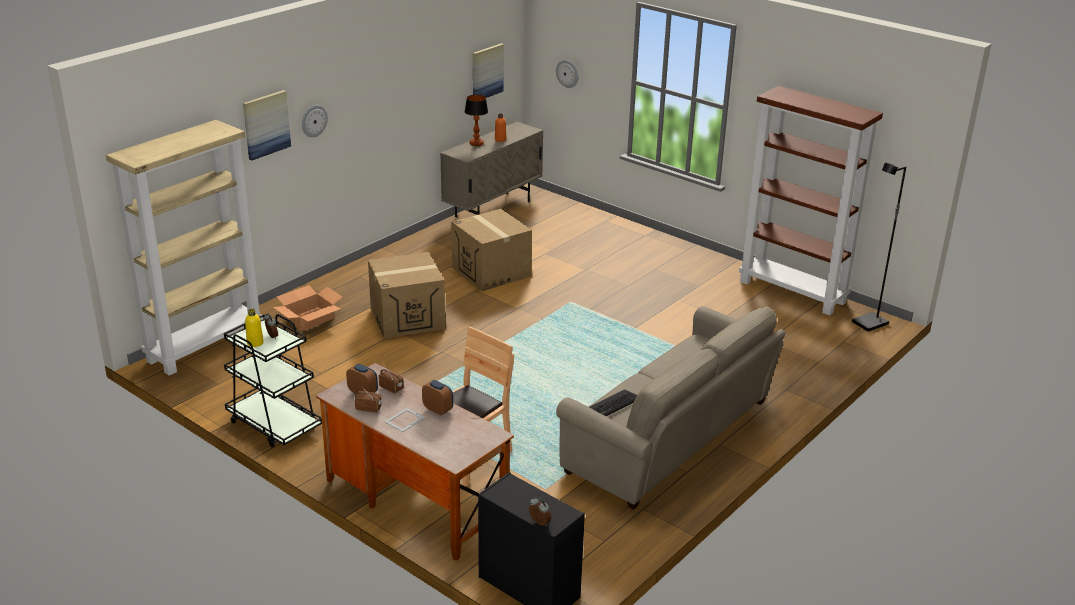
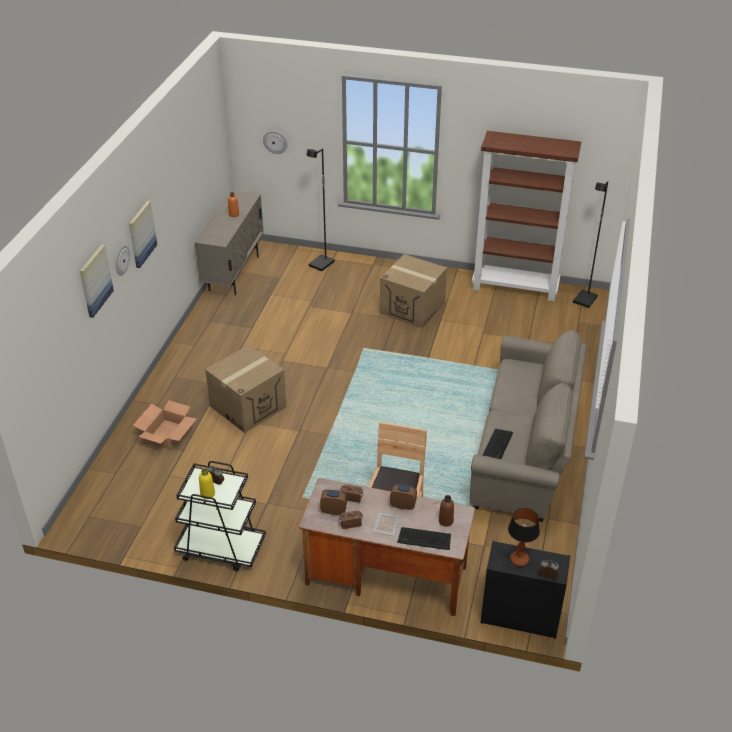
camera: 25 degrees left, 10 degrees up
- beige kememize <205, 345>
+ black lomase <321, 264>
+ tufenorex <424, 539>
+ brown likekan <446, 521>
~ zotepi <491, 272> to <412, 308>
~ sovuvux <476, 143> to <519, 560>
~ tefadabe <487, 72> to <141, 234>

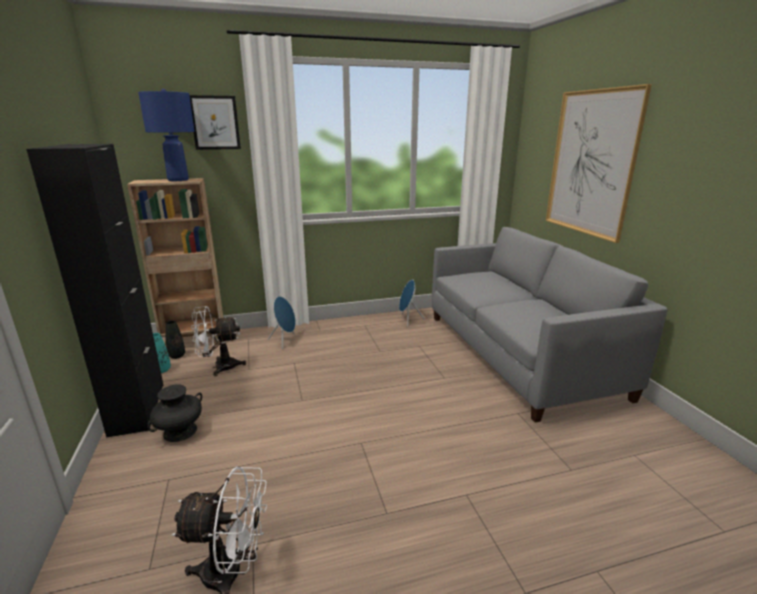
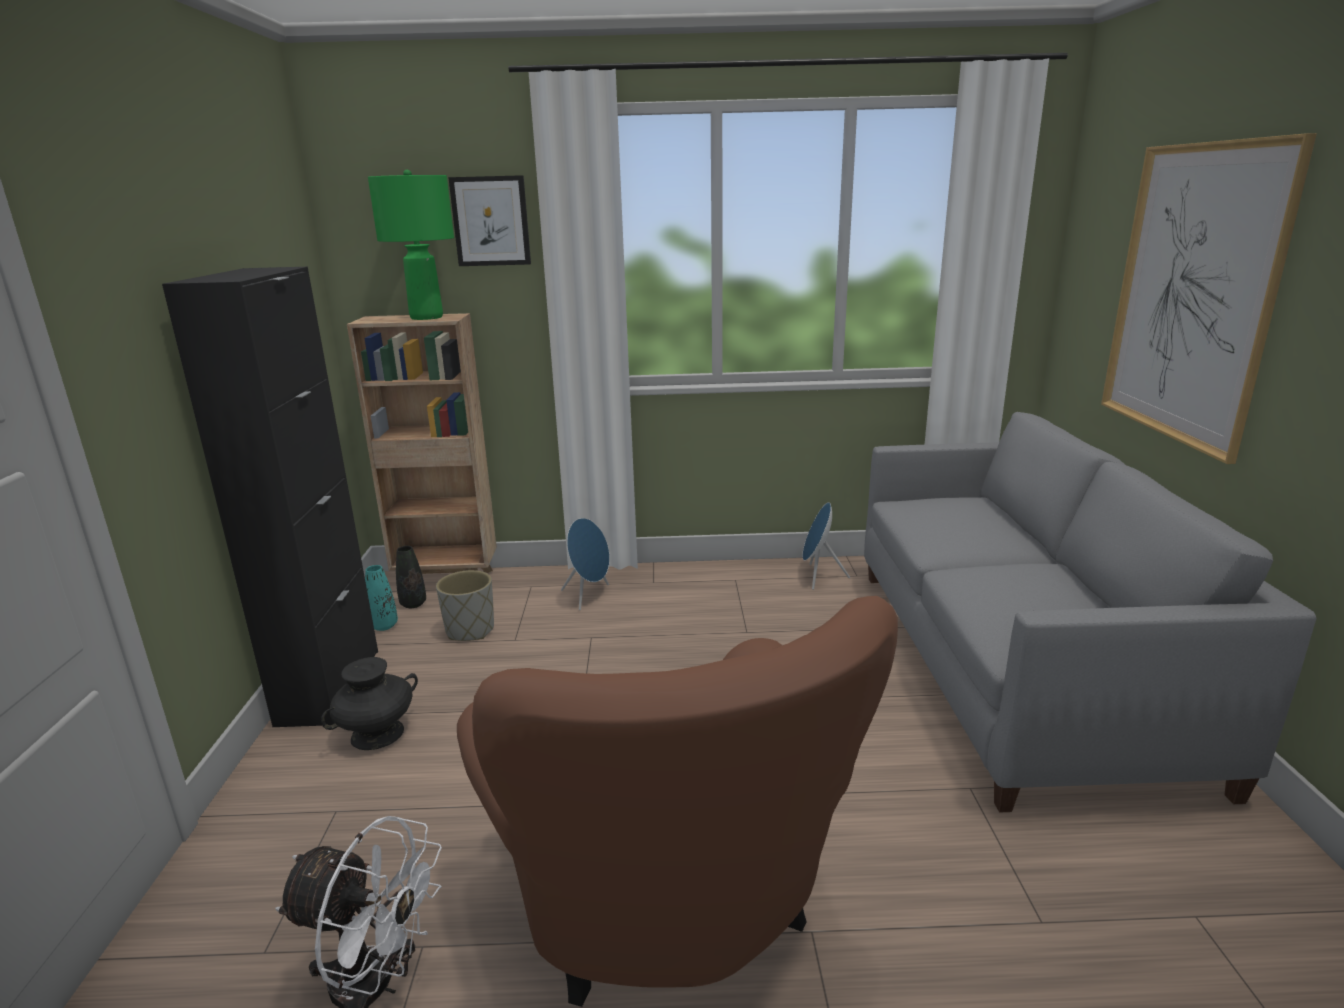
camera: 15 degrees right, 0 degrees up
+ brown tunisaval <669, 906>
~ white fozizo <219, 367> to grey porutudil <470, 631>
~ blue sovuvux <178, 180> to green sovuvux <427, 317>

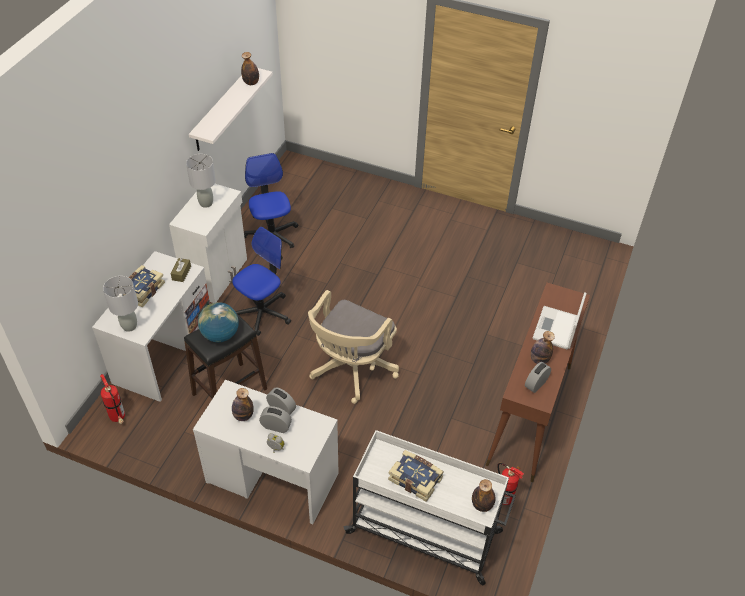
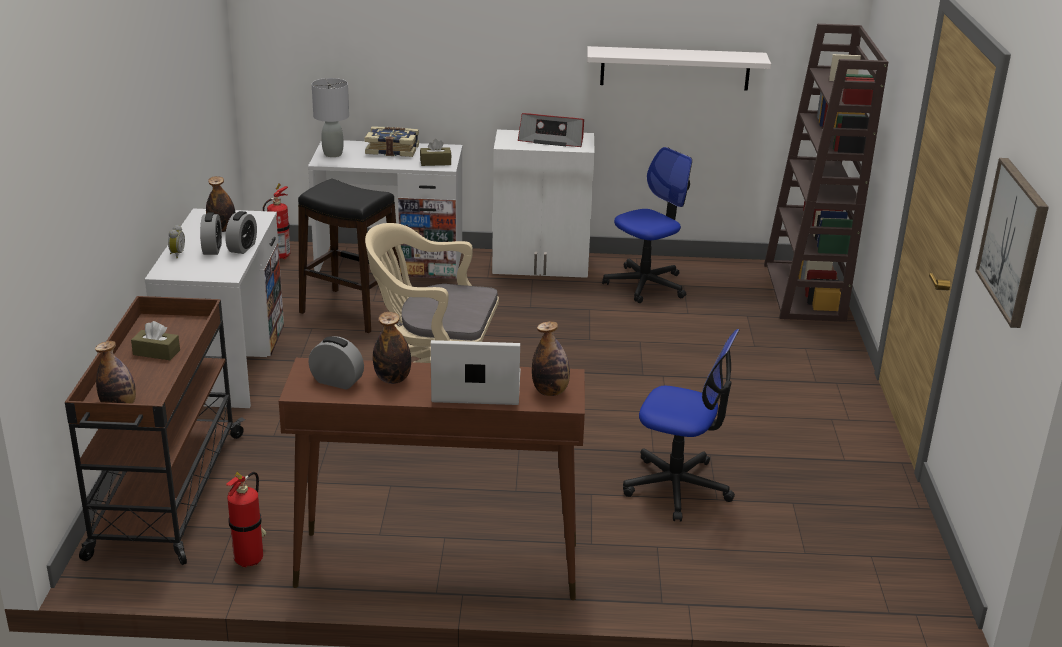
camera: 70 degrees right, 20 degrees down
- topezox <220, 335>
+ brown kememize <805, 292>
+ tefadabe <1014, 241>
~ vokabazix <262, 312> to <677, 487>
~ likekan <251, 83> to <550, 392>
~ grey sovuvux <206, 203> to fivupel <552, 139>
~ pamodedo <416, 478> to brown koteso <156, 352>
~ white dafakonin <425, 533> to brown dafakonin <166, 495>

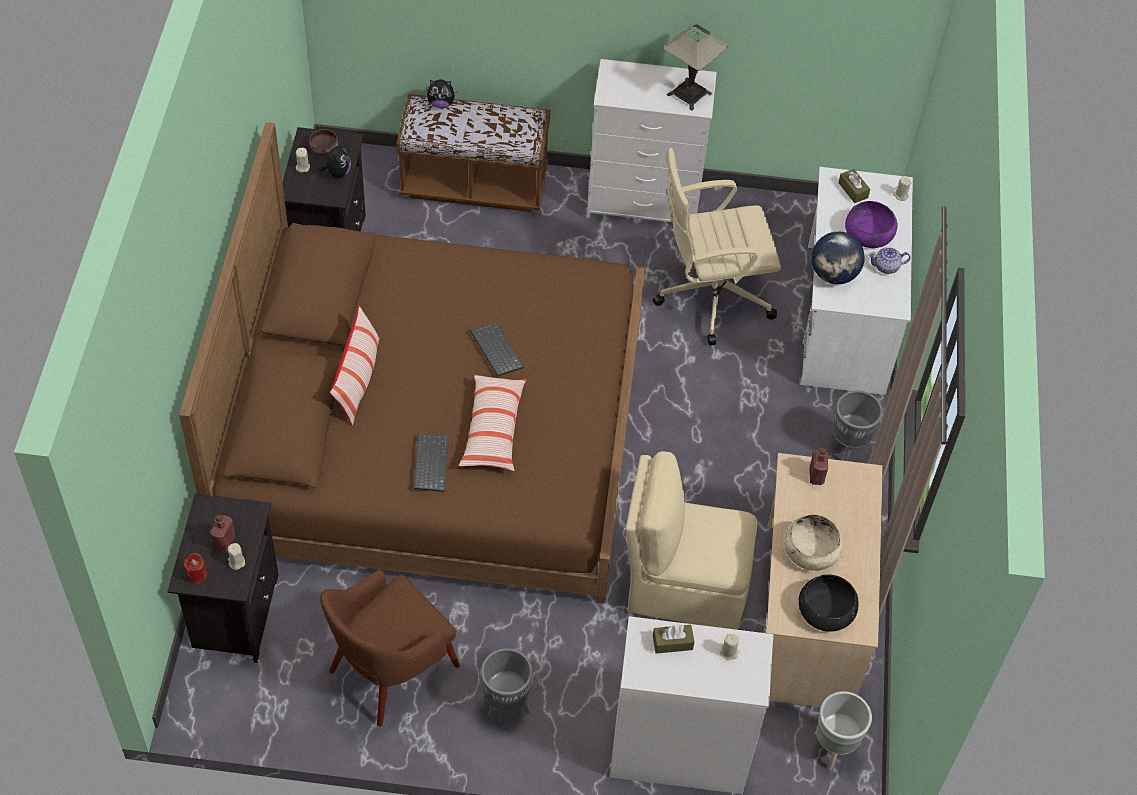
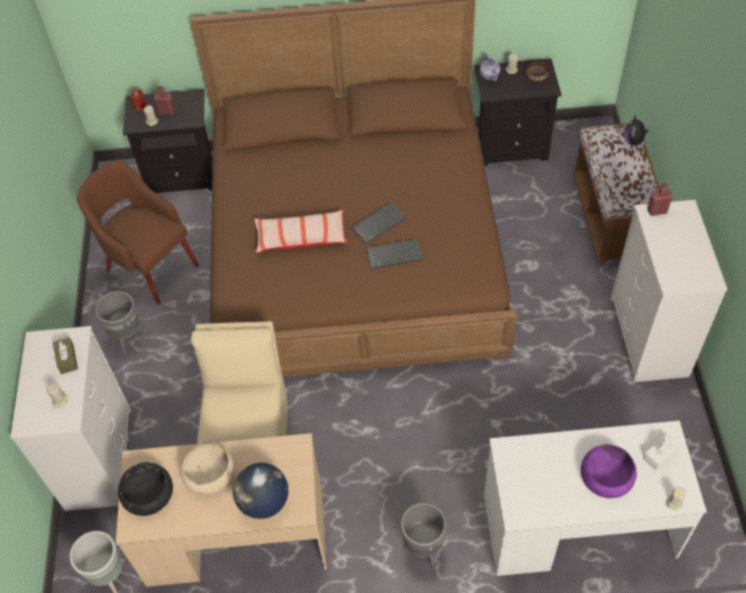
camera: 85 degrees right, 0 degrees up
- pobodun <337, 173>
- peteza <357, 379>
- beige vokabazix <710, 296>
- sovuvux <689, 94>
~ tufenorex <430, 462> to <395, 254>
~ red likekan <816, 476> to <657, 211>
~ topezox <834, 274> to <264, 502>
~ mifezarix <886, 267> to <489, 75>
~ brown koteso <853, 190> to white koteso <660, 455>

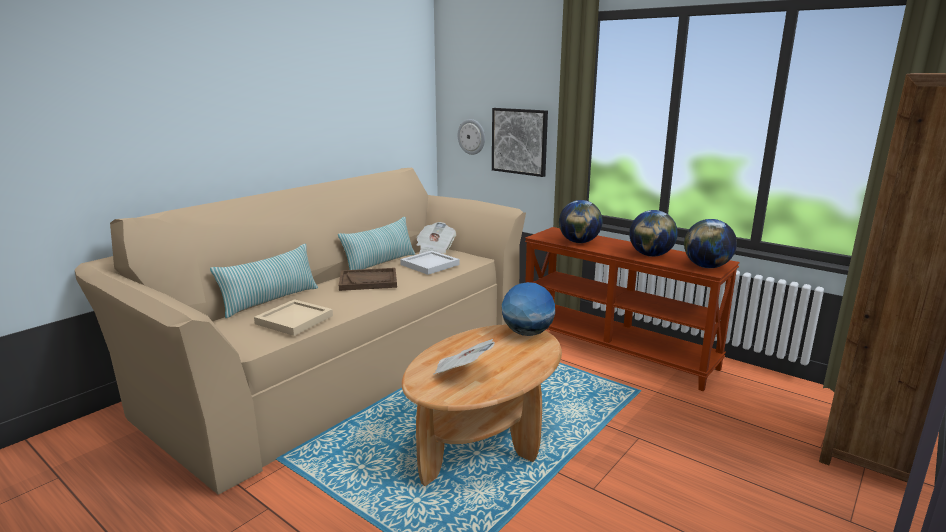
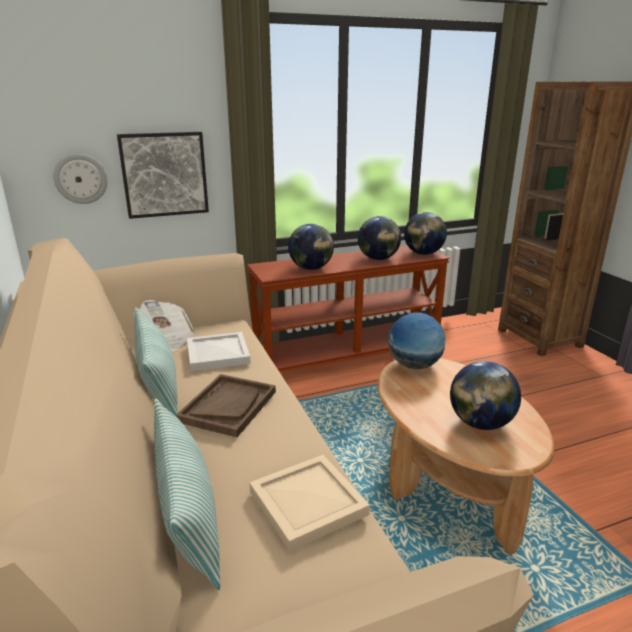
camera: 60 degrees left, 5 degrees up
~ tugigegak <462, 372> to topezox <480, 423>

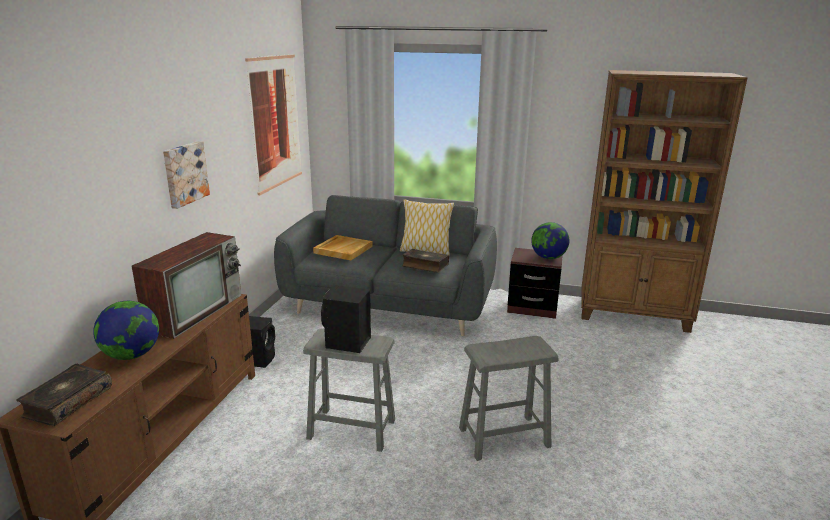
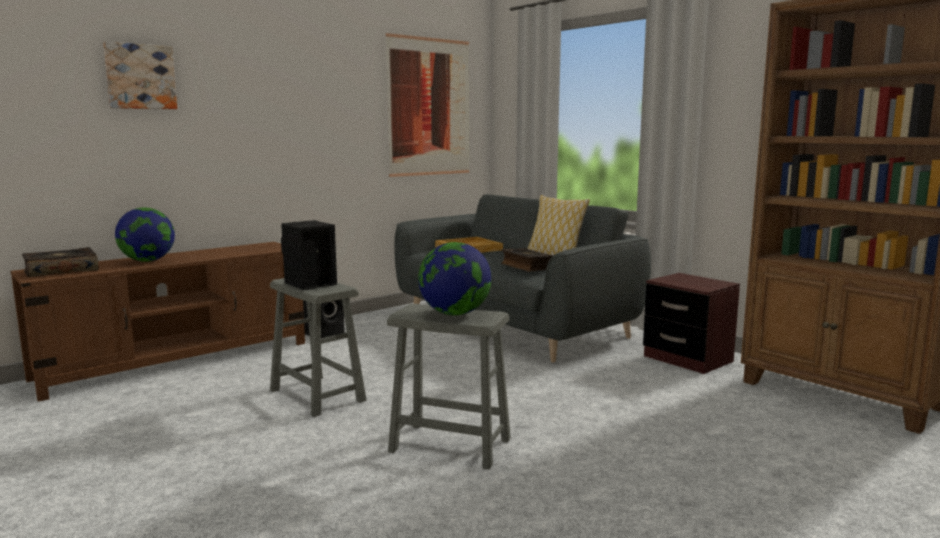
camera: 35 degrees right, 10 degrees down
- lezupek <196, 311>
~ tefadabe <184, 173> to <140, 76>
~ topezox <548, 258> to <455, 313>

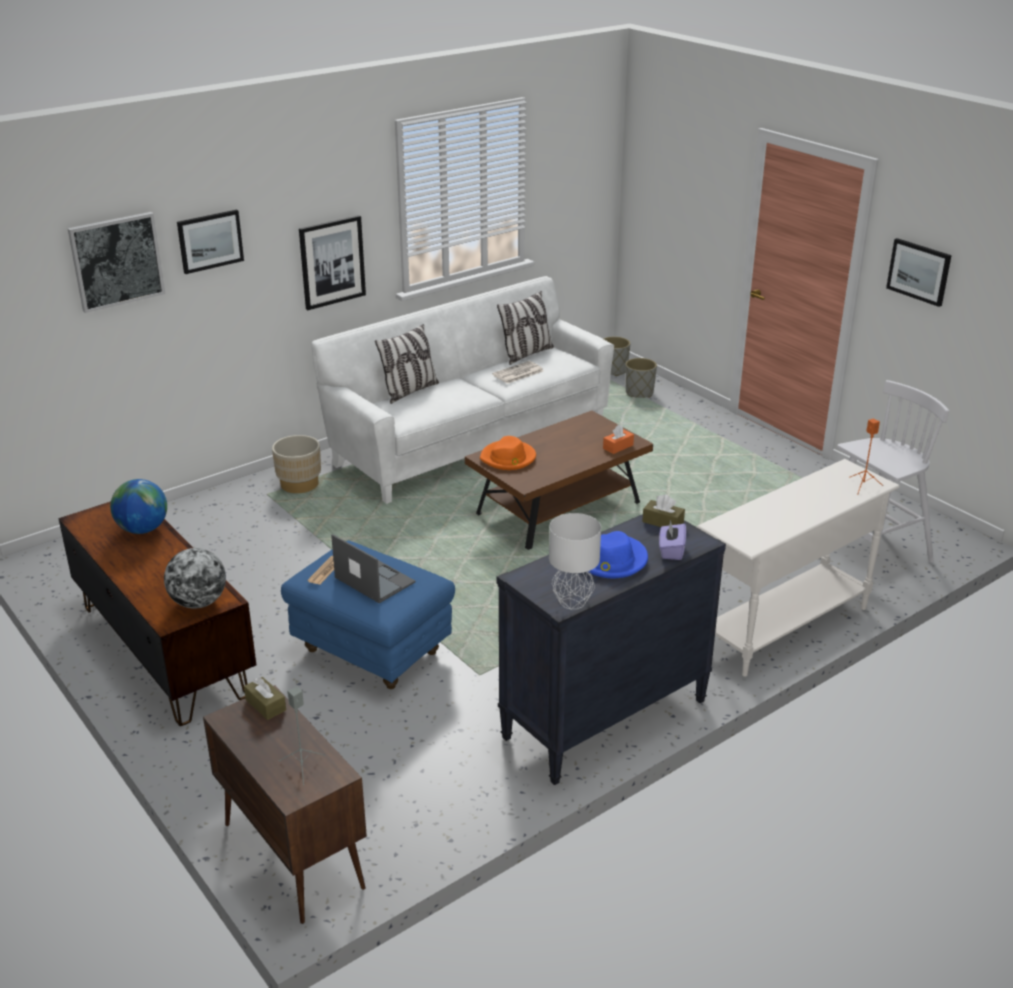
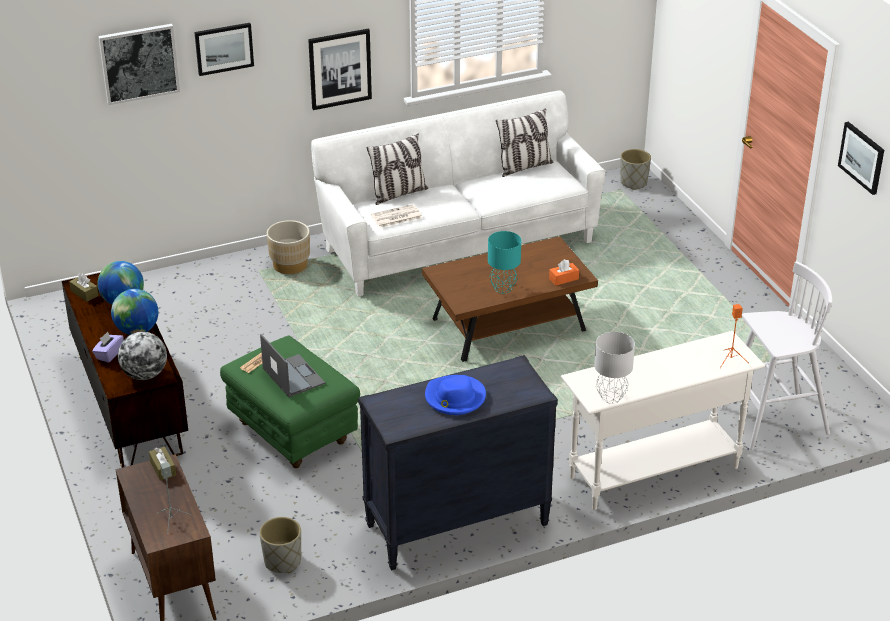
camera: 15 degrees right, 5 degrees up
- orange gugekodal <508, 458>
+ topezox <137, 331>
+ turquoise sovuvux <502, 289>
~ tugigegak <518, 373> to <396, 217>
~ grey sovuvux <573, 602> to <611, 398>
~ grey porutudil <639, 393> to <283, 561>
~ brown koteso <663, 522> to <84, 293>
~ purple koteso <671, 551> to <109, 354>
~ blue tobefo <370, 652> to green tobefo <291, 433>

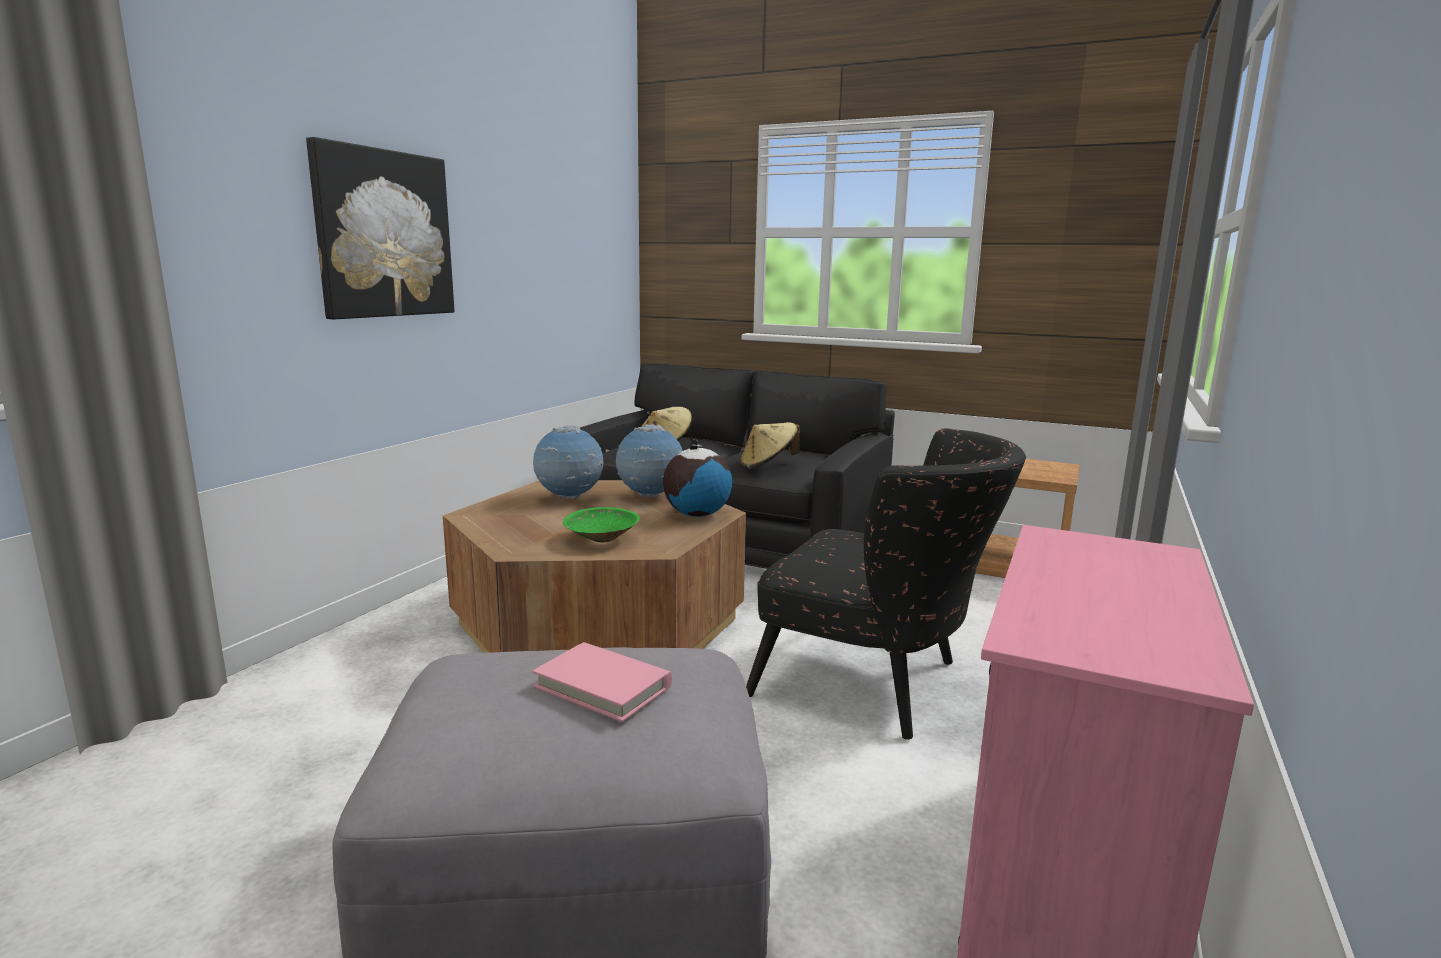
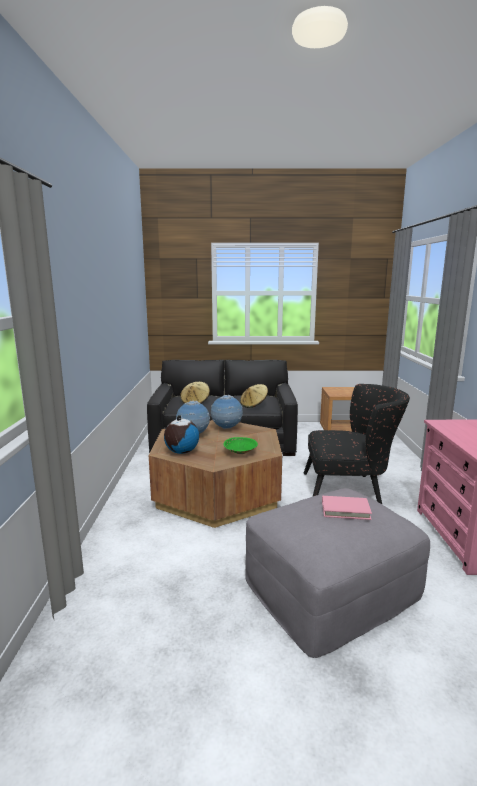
camera: 25 degrees left, 0 degrees up
- tefadabe <384, 234>
~ topezox <696, 515> to <181, 452>

